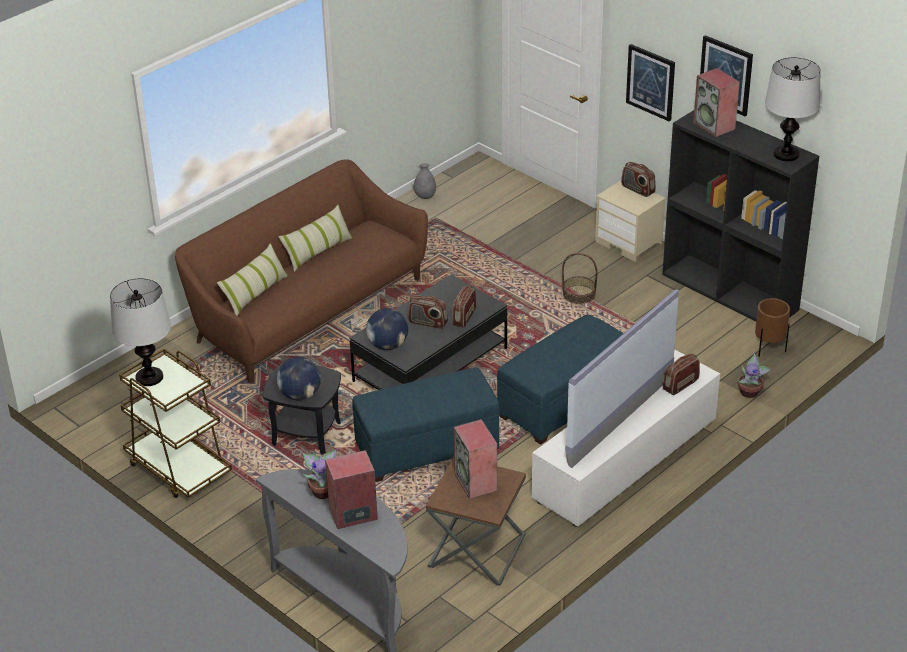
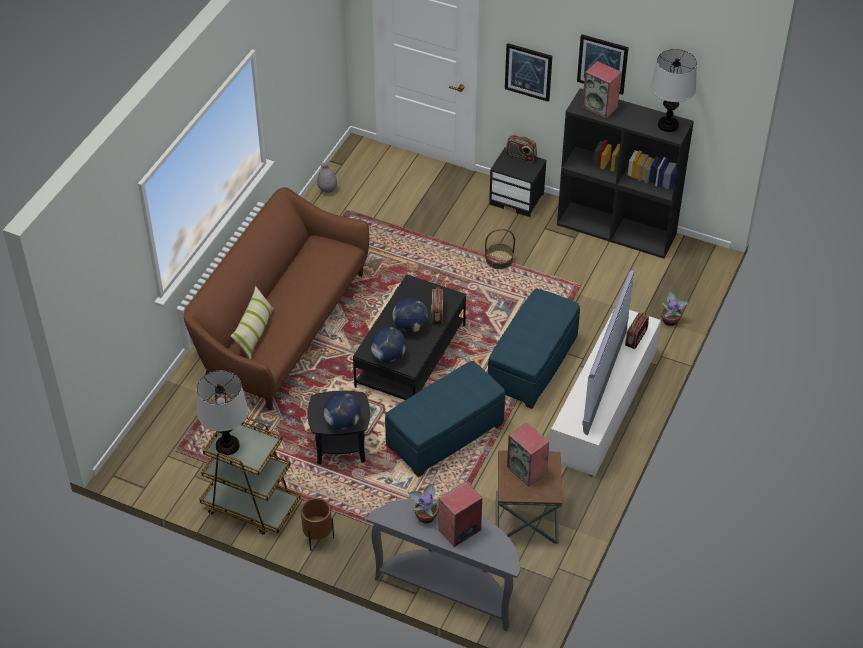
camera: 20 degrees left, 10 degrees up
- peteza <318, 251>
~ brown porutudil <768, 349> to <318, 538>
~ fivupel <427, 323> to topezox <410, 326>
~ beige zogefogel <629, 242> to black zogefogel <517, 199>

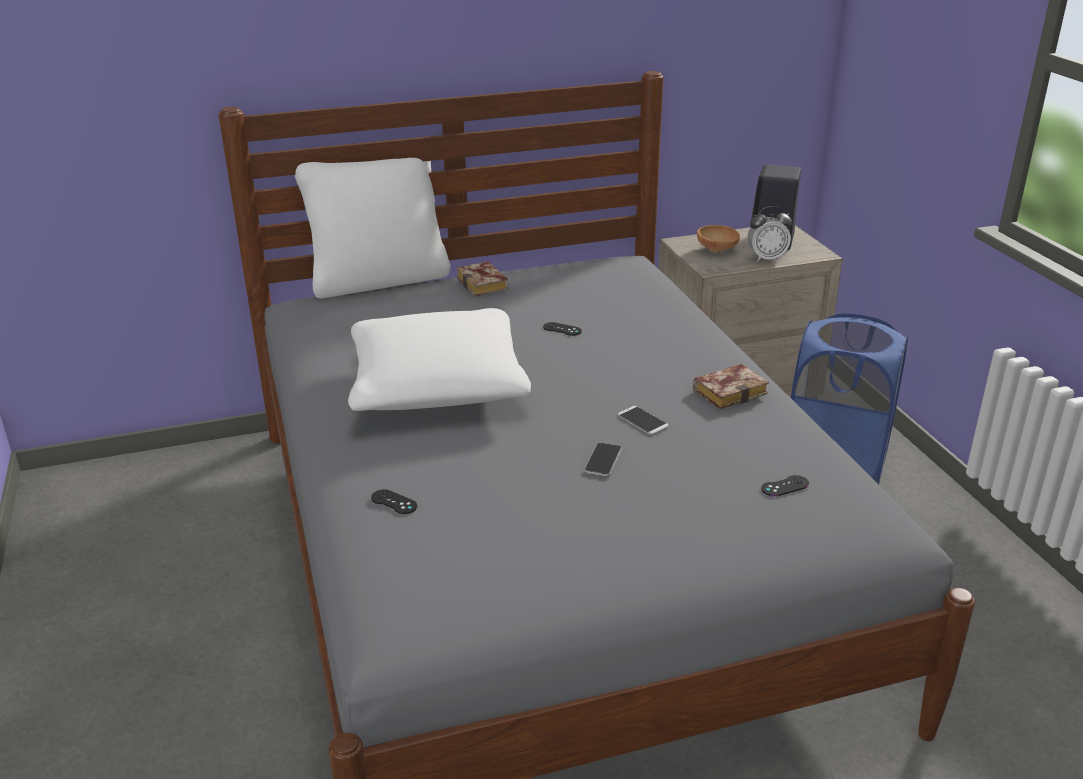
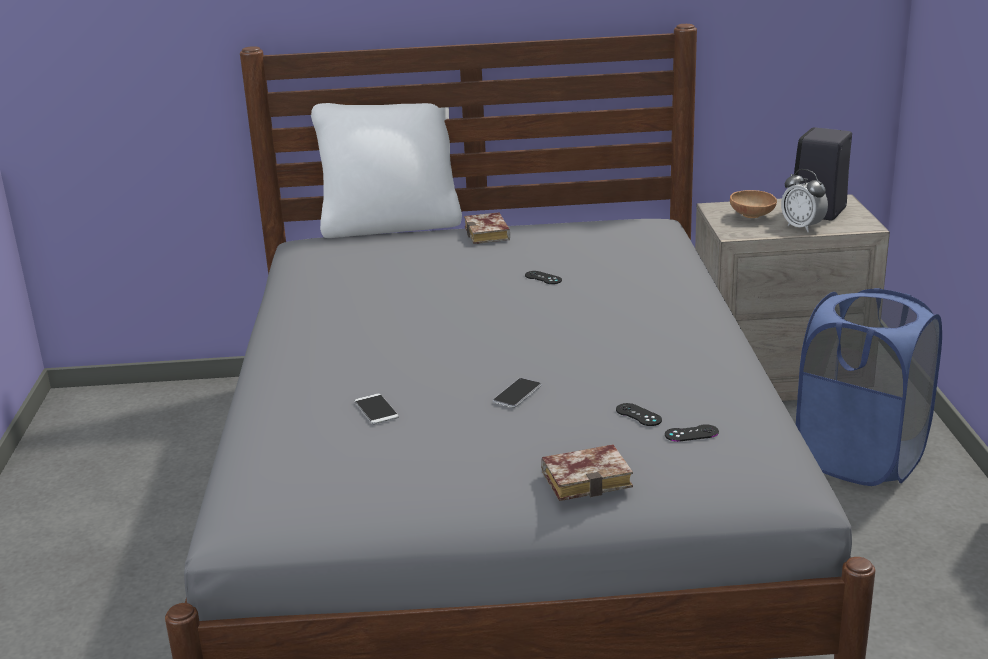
camera: 15 degrees right, 5 degrees down
- white peteza <437, 385>
~ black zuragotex <394, 502> to <638, 415>
~ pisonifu <642, 421> to <376, 409>
~ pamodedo <730, 391> to <589, 478>
~ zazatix <766, 258> = <802, 227> 45 degrees clockwise

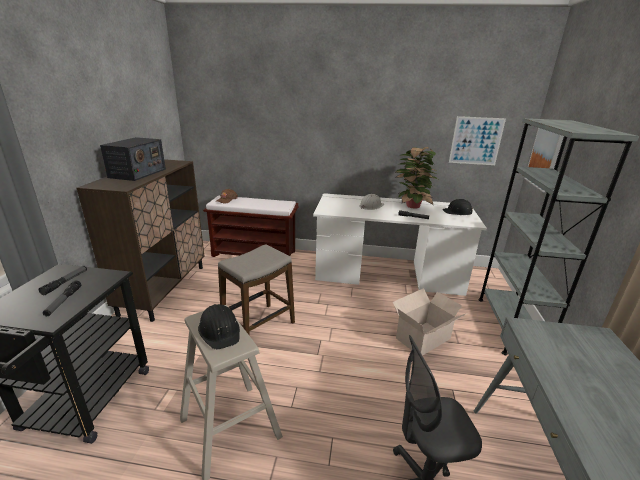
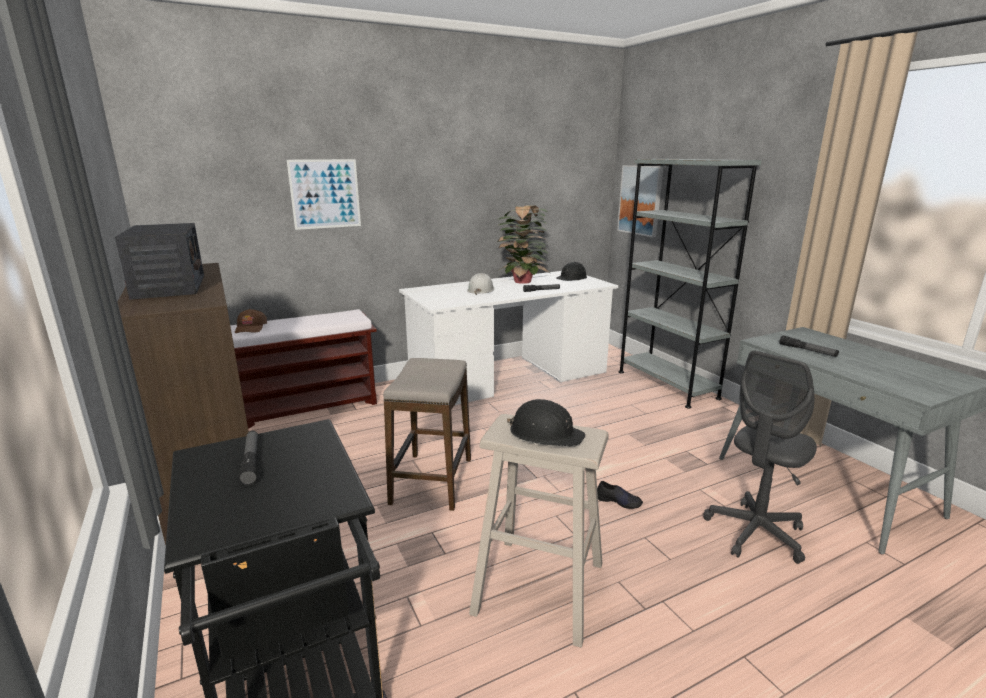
camera: 35 degrees left, 5 degrees down
- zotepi <424, 338>
+ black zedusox <618, 501>
~ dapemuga <63, 301> to <807, 350>
~ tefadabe <476, 141> to <325, 194>

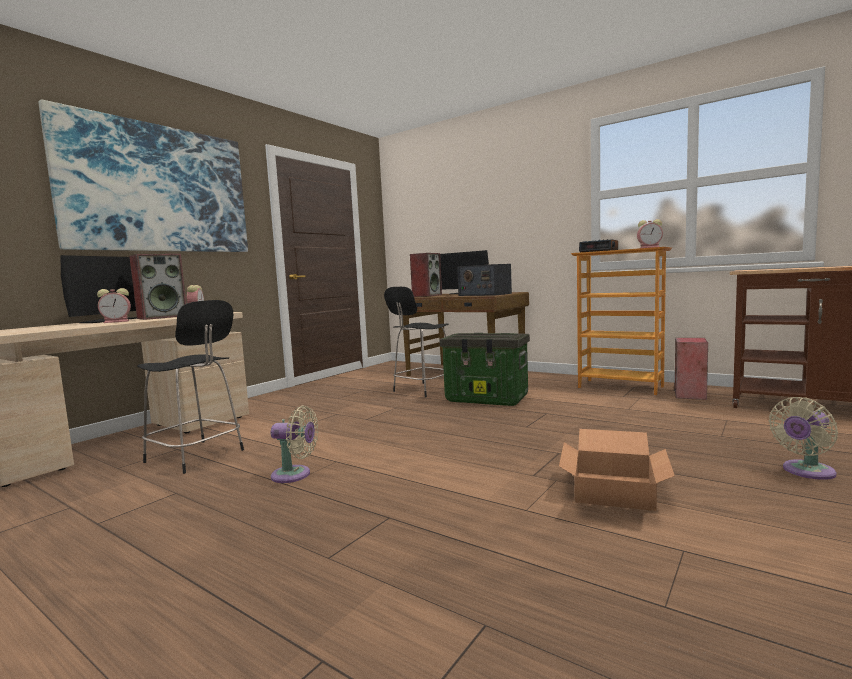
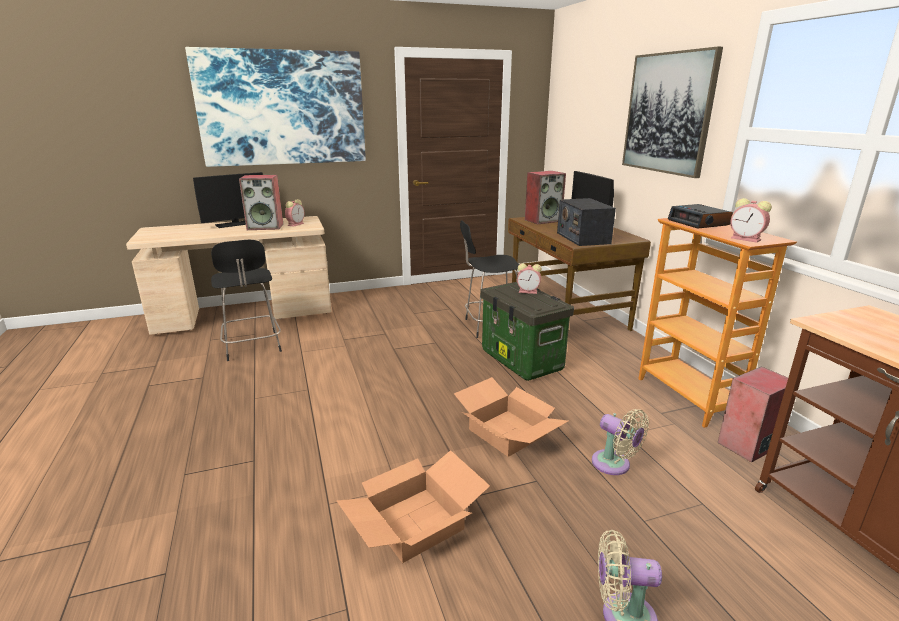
camera: 35 degrees right, 15 degrees up
+ zotepi <506, 432>
+ tefadabe <668, 113>
~ zazatix <117, 321> to <529, 291>
~ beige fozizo <295, 475> to <614, 465>

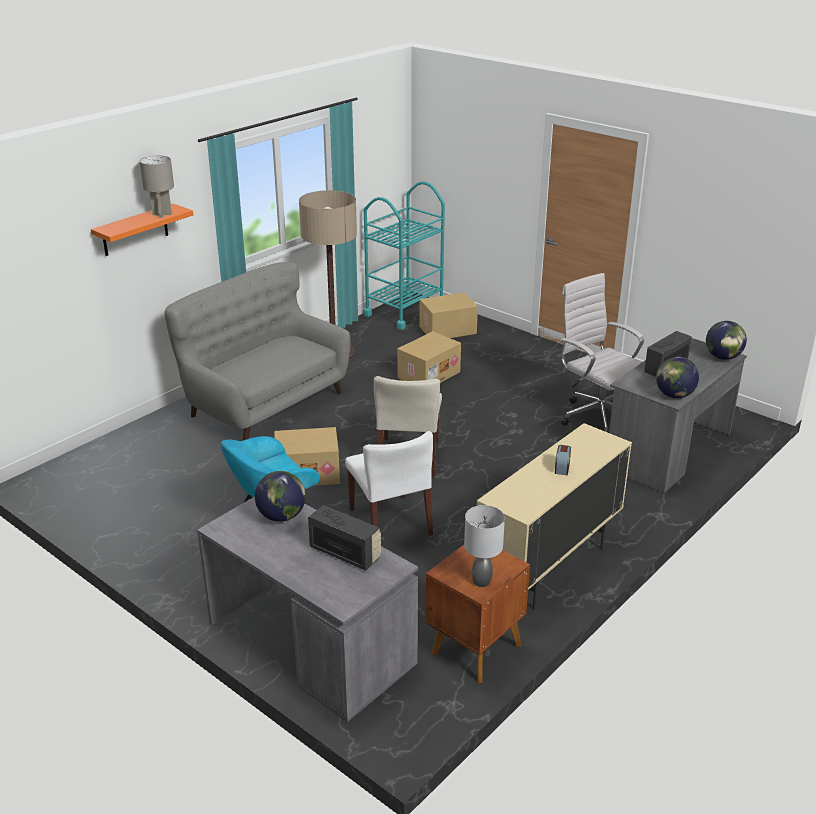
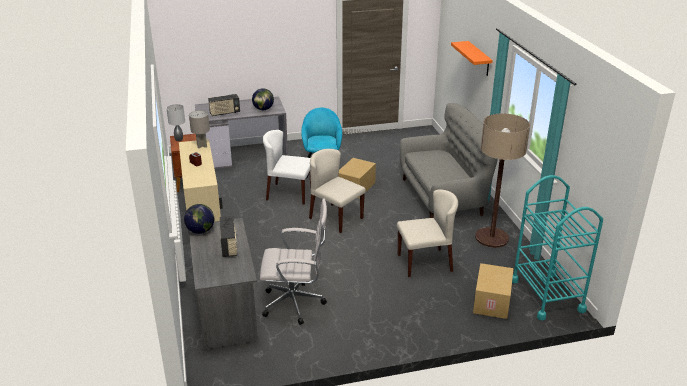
camera: 125 degrees right, 0 degrees up
- topezox <722, 357>
~ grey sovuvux <162, 214> to <202, 146>
~ zotepi <428, 374> to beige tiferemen <425, 262>

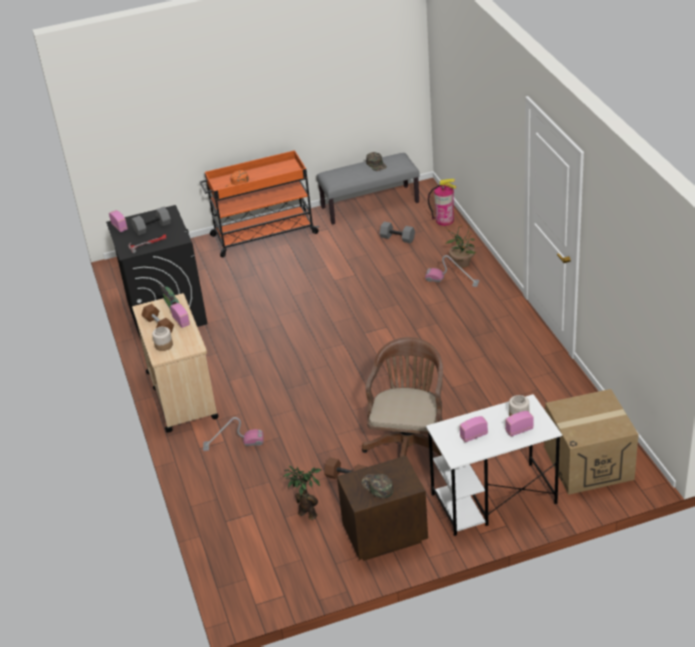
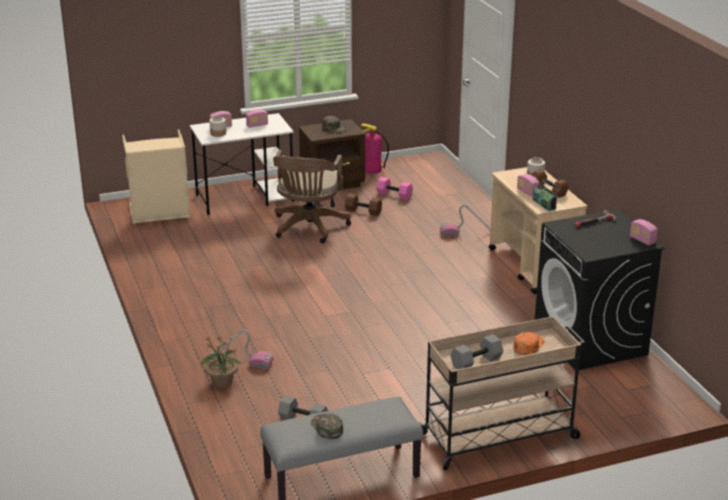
camera: 175 degrees right, 10 degrees down
~ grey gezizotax <152, 228> to <476, 361>
~ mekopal <444, 220> to <372, 170>
~ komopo <306, 513> to pink gezizotax <395, 195>
~ zotepi <588, 463> to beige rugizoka <159, 214>
~ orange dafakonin <263, 235> to beige dafakonin <500, 436>

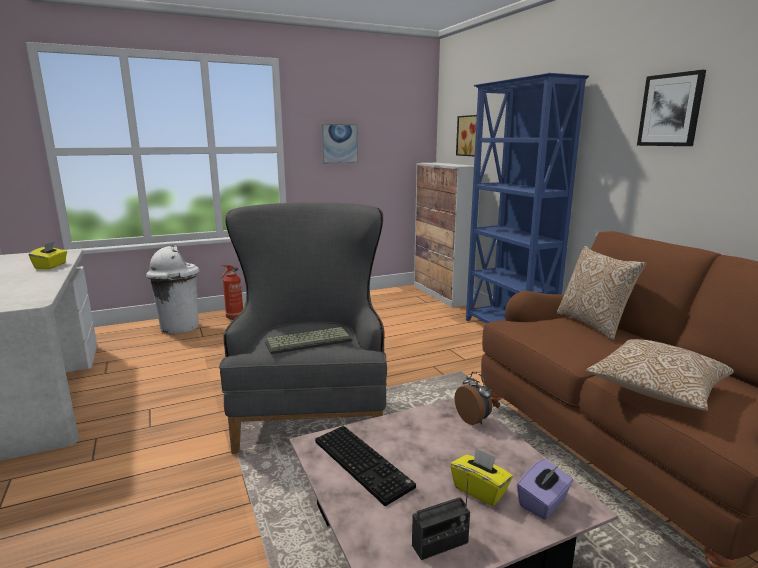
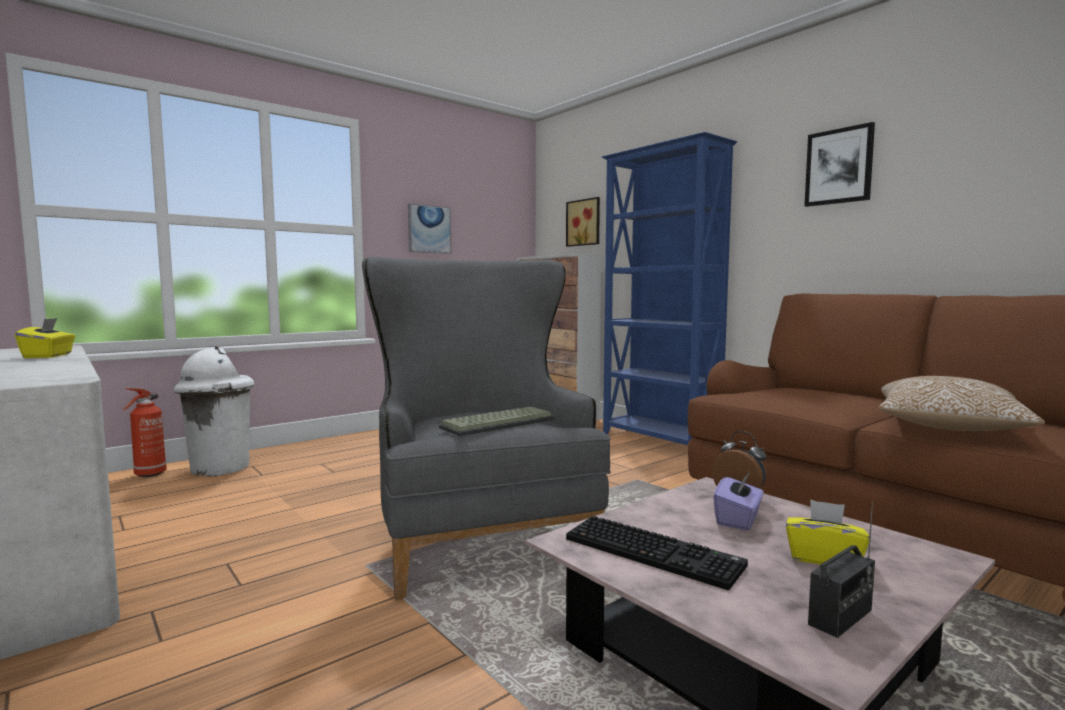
camera: 15 degrees left, 10 degrees down
- peteza <593, 324>
~ mekopal <234, 318> to <149, 474>
~ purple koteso <543, 503> to <738, 520>

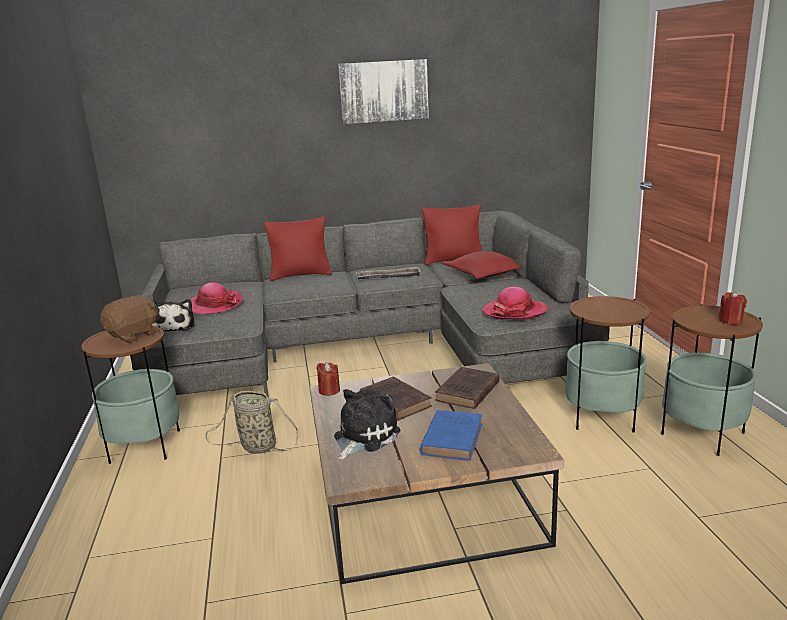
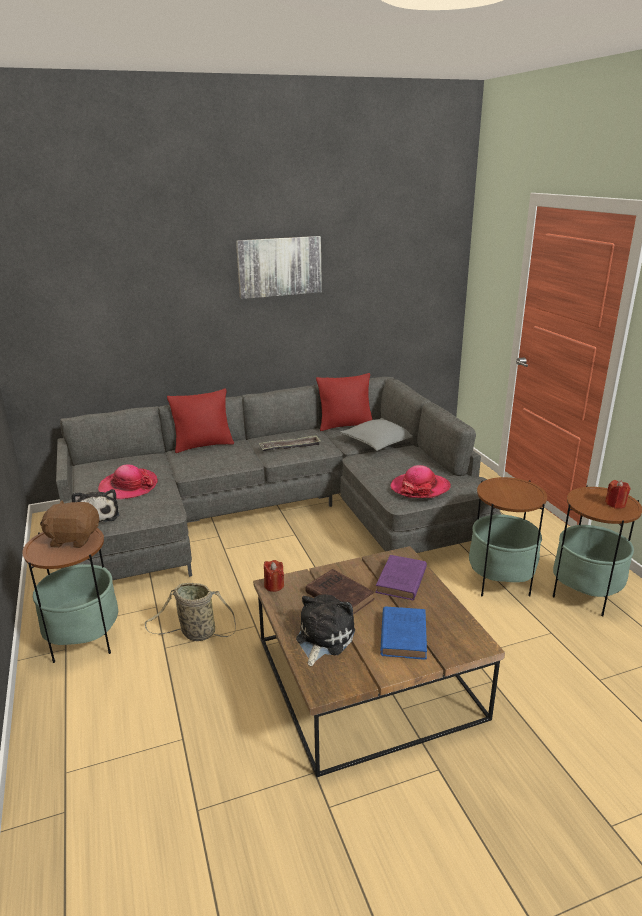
camera: 10 degrees left, 5 degrees up
~ brown pamodedo <467, 392> to purple pamodedo <401, 581>
~ red peteza <485, 274> to grey peteza <379, 441>
~ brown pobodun <134, 335> = <74, 538> 120 degrees counterclockwise

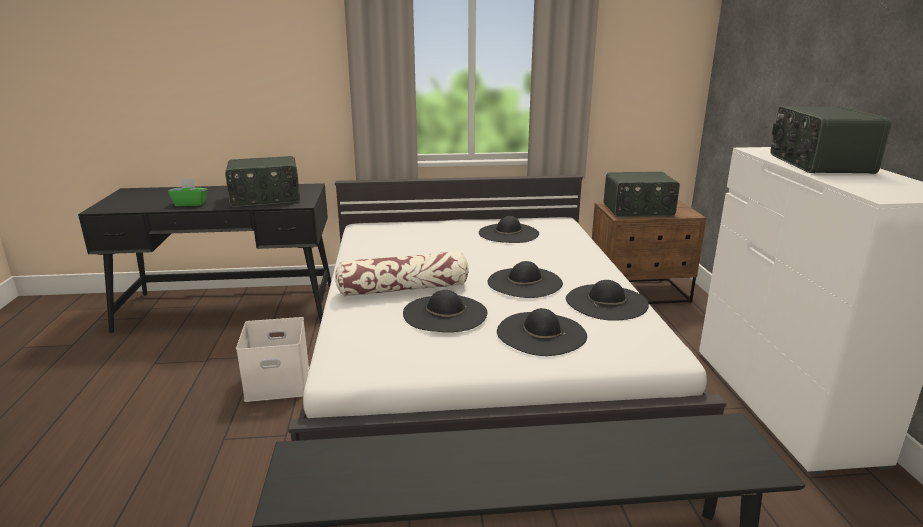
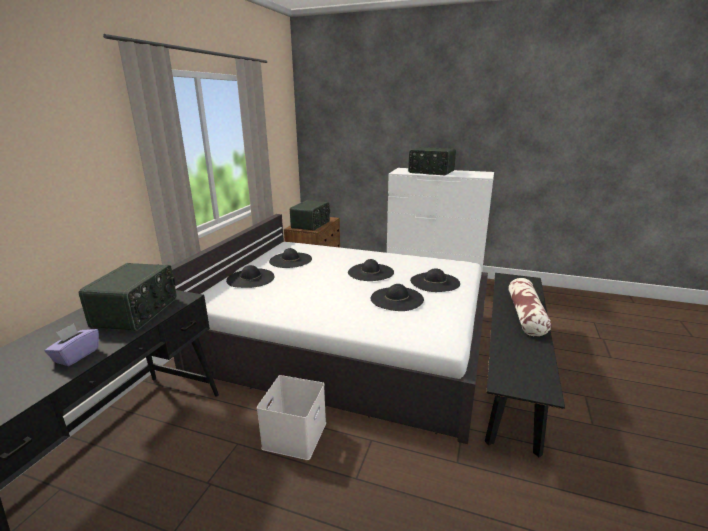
camera: 65 degrees left, 0 degrees up
~ peteza <403, 289> to <525, 315>
~ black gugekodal <606, 302> to <250, 278>
~ green koteso <190, 204> to purple koteso <76, 355>

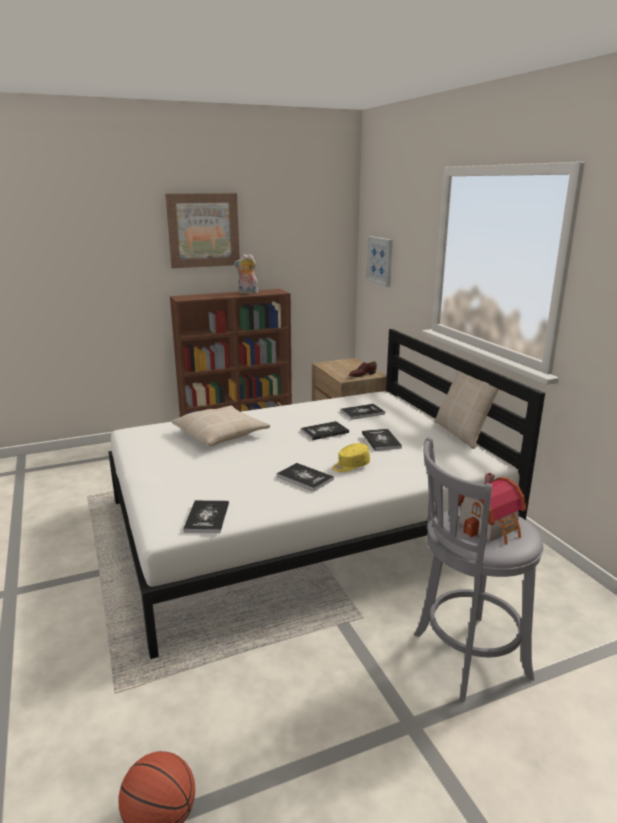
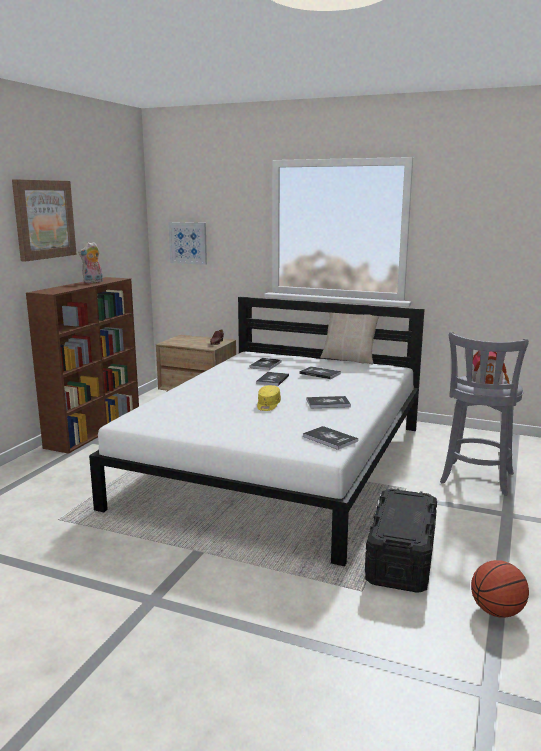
camera: 45 degrees left, 5 degrees down
- beige peteza <221, 434>
+ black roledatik <401, 557>
~ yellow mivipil <350, 465> to <268, 405>

